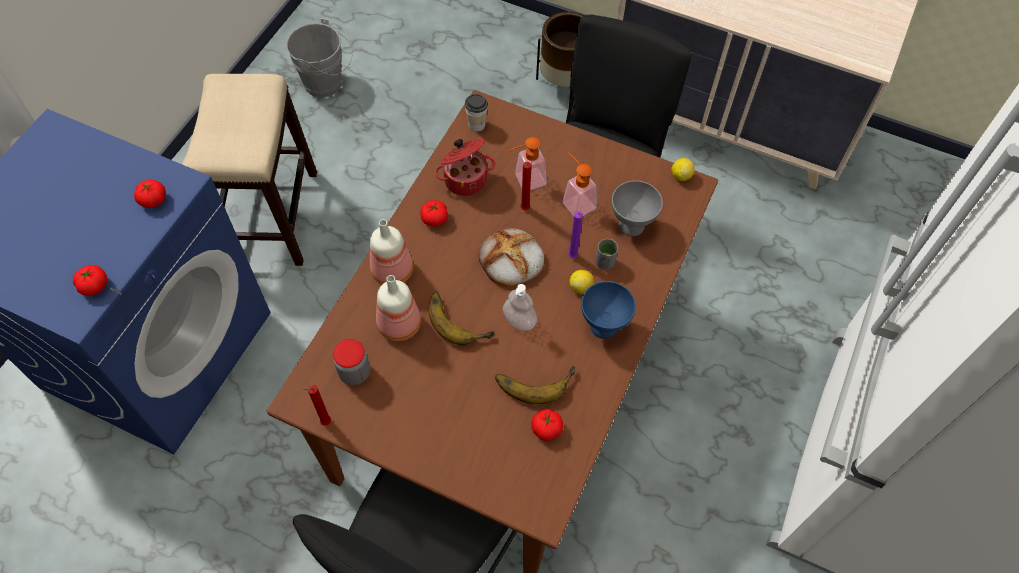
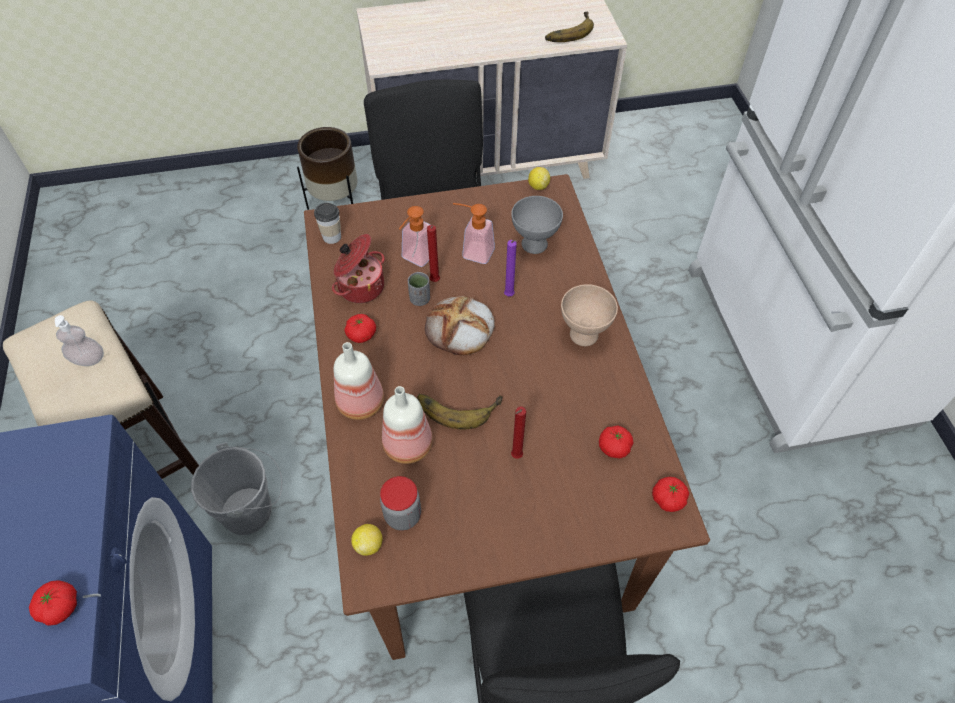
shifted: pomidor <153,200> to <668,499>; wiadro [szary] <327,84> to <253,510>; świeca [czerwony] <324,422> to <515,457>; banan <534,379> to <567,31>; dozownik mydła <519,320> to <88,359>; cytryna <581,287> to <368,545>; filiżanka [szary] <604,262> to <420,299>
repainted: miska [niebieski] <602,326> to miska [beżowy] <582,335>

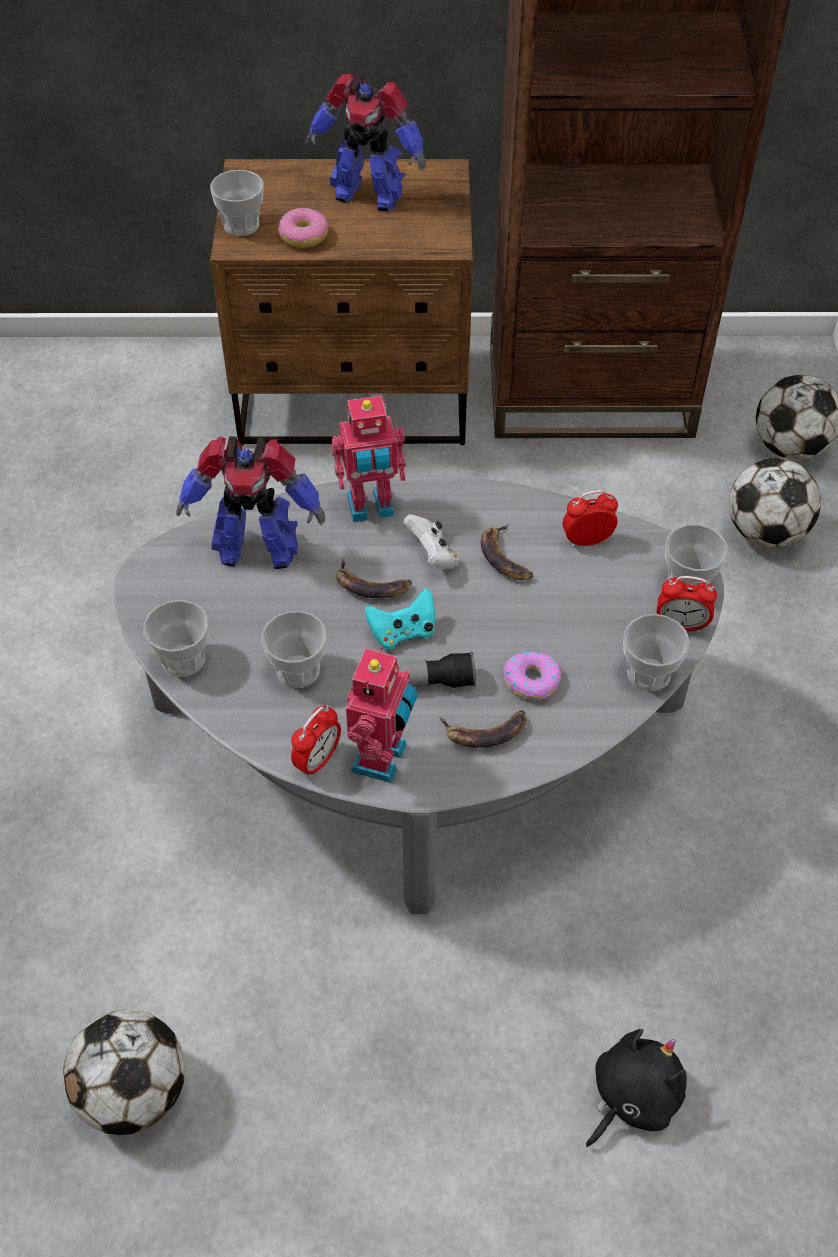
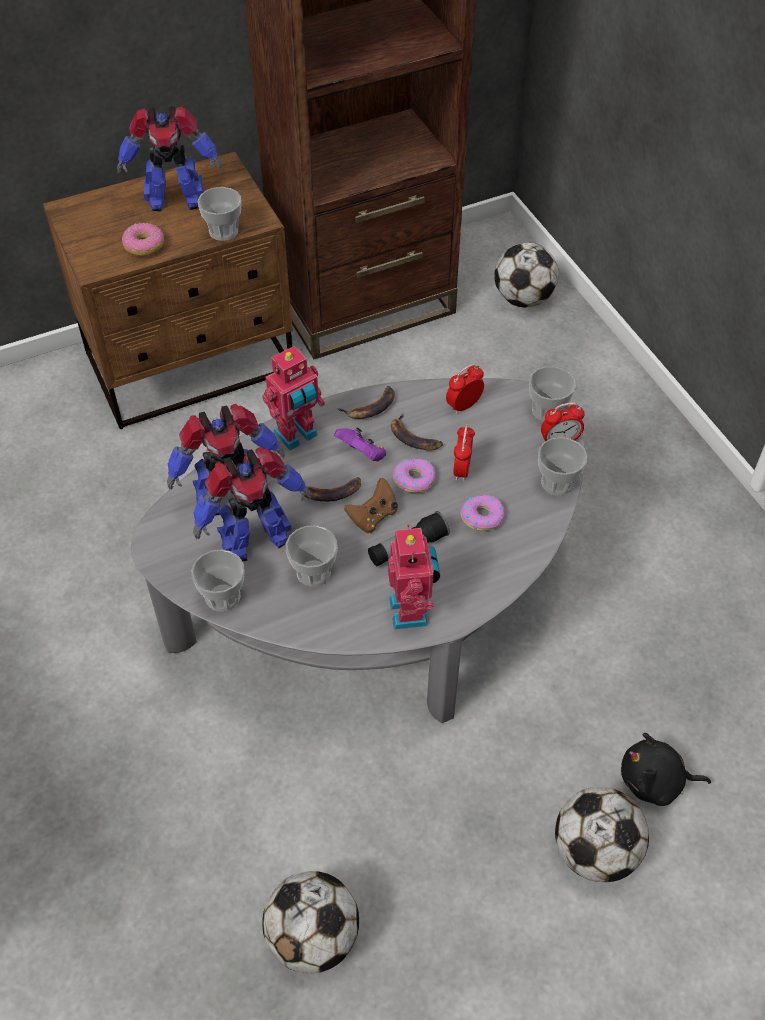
new: robot zabawkowy <254,539>; donut <414,479>
shifted: filiżanka <241,225> to <223,231>; budzik <318,760> to <462,469>; banan <485,731> to <371,407>; piłka futbolowa <765,532> to <595,851>
repainted: pad do gier [turkusowy] <403,632> to pad do gier [brązowy] <373,517>; pad do gier [biały] <433,556> to pad do gier [fioletowy] <362,454>
rotated: pluszak [czarny] <632,1097> = <655,781> 105 degrees counterclockwise

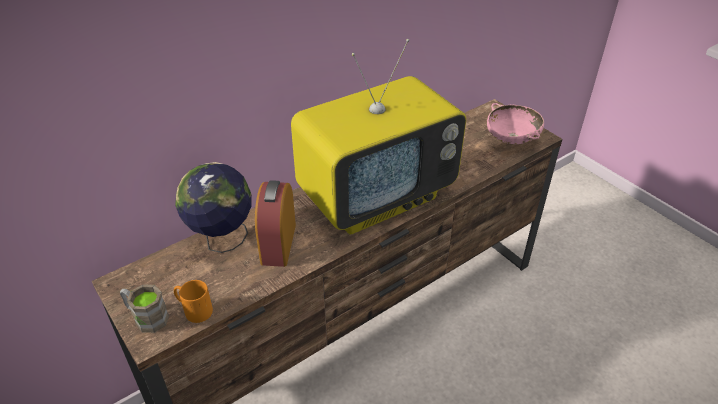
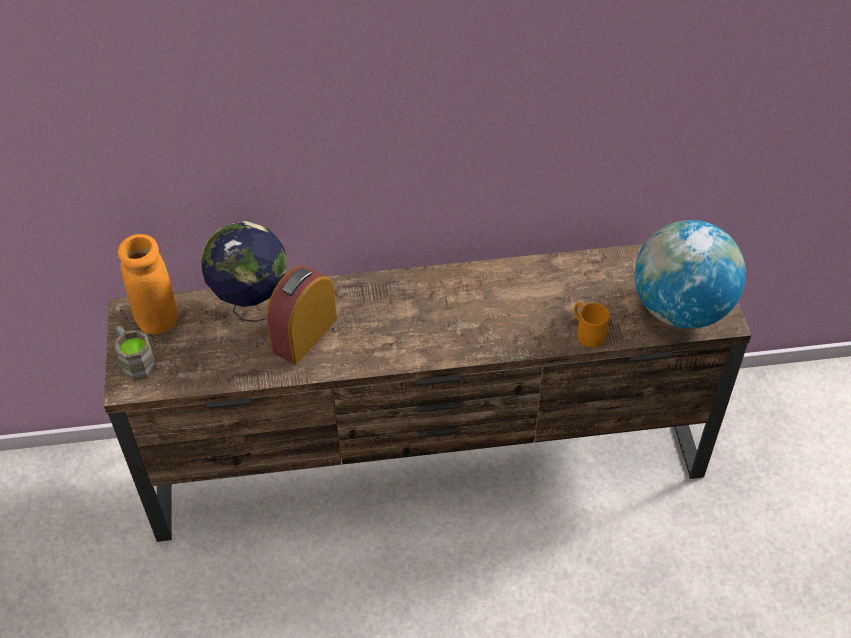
gone: telewizor <376,197>
new: wazon [pomarańczowy] <157,318>
shifted: kubek [pomarańczowy] <193,310> to <586,332>
swapped: miska [różowy] <511,139> to globus <680,308>

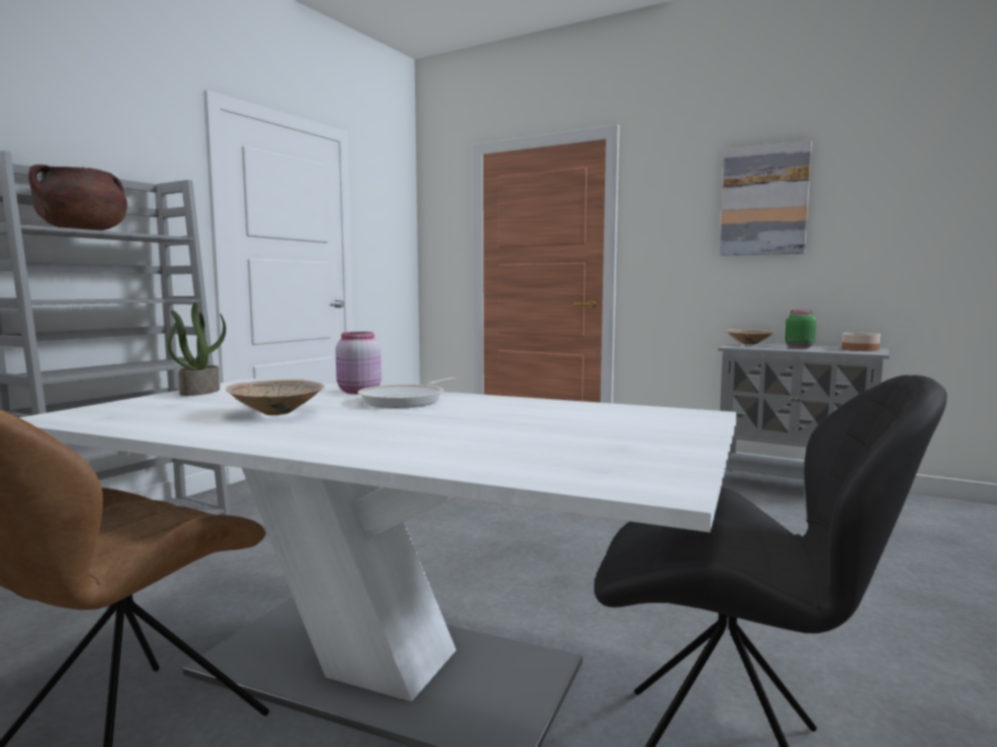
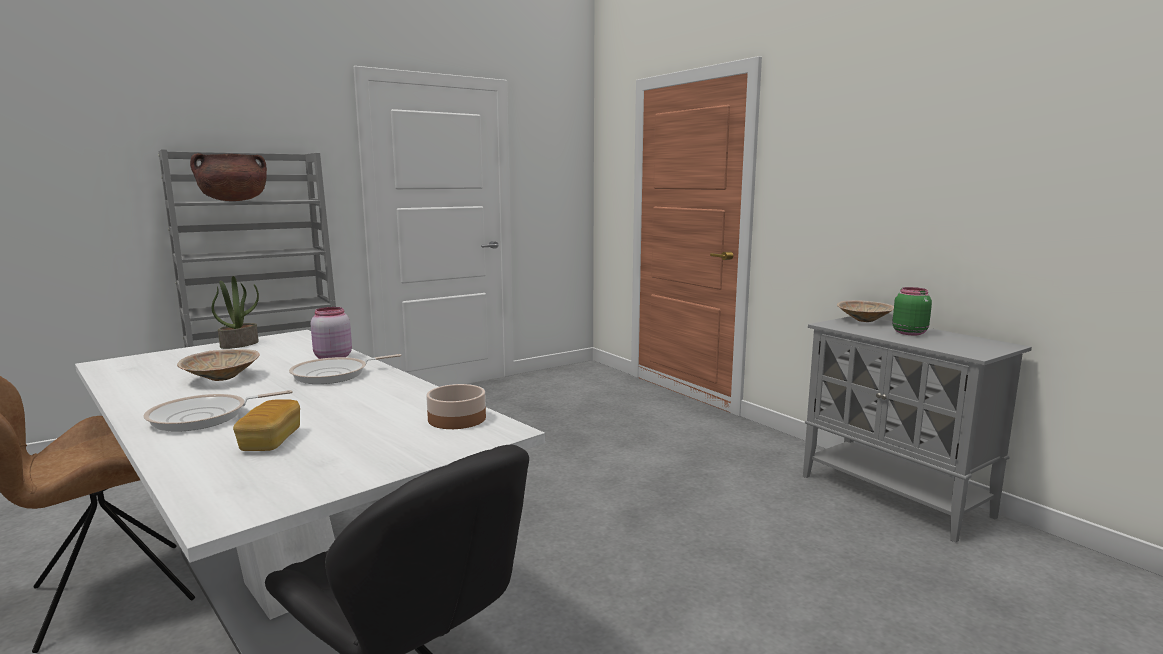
gone: obraz <764,200>
new: patelnia <204,417>; chleb <271,441>
shifted: miska <860,349> to <458,419>

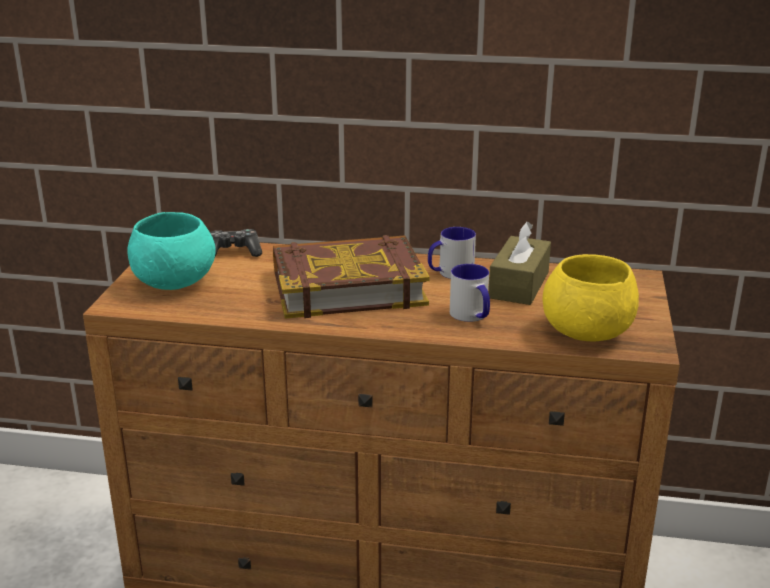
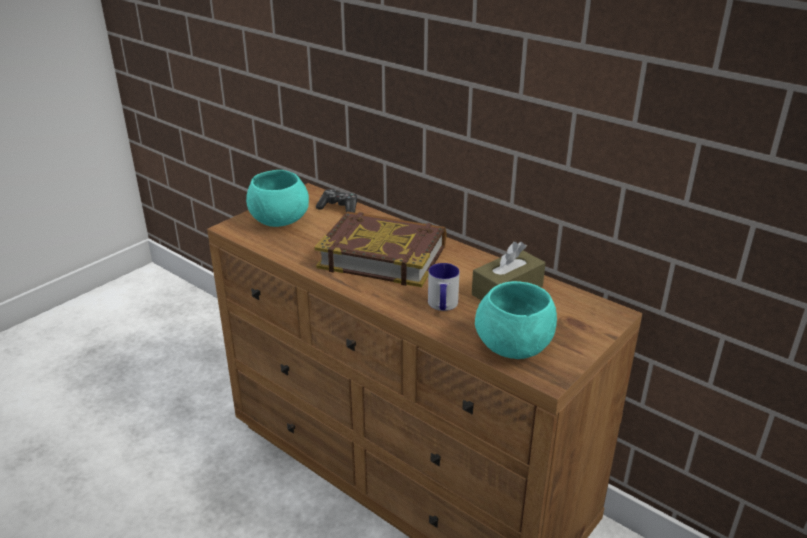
gone: kubek <450,273>
repainted: miska [żółty] <587,333> to miska [turkusowy] <513,348>

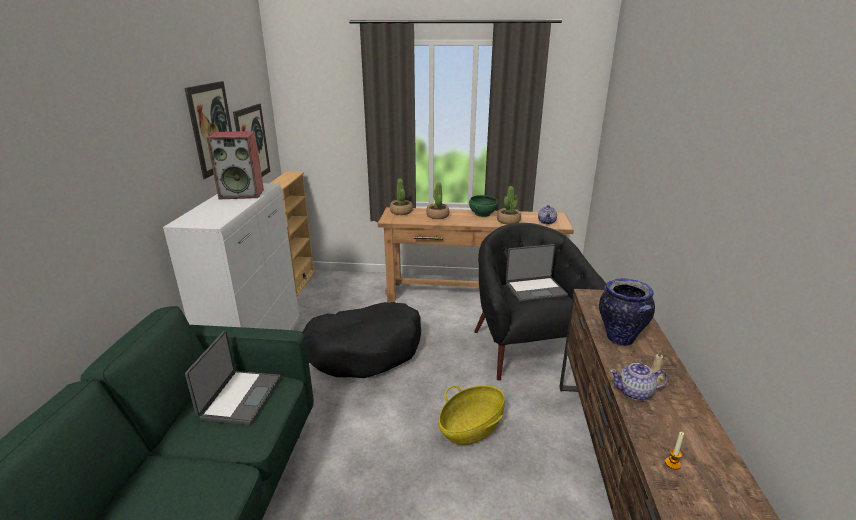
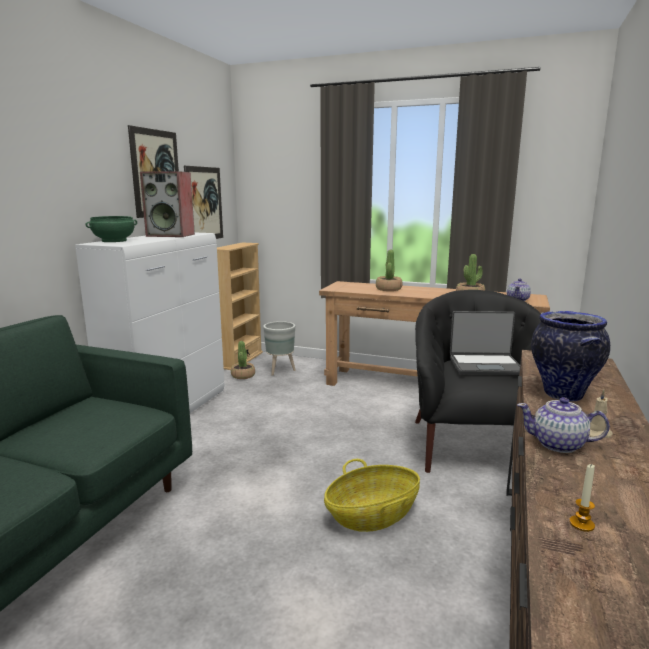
gone: laptop <239,398>; legowisko [czarny] <365,350>
new: donica [szary] <280,370>
shifted: roślina doniczkowa <401,212> to <243,375>; miska [zielony] <482,214> to <114,241>

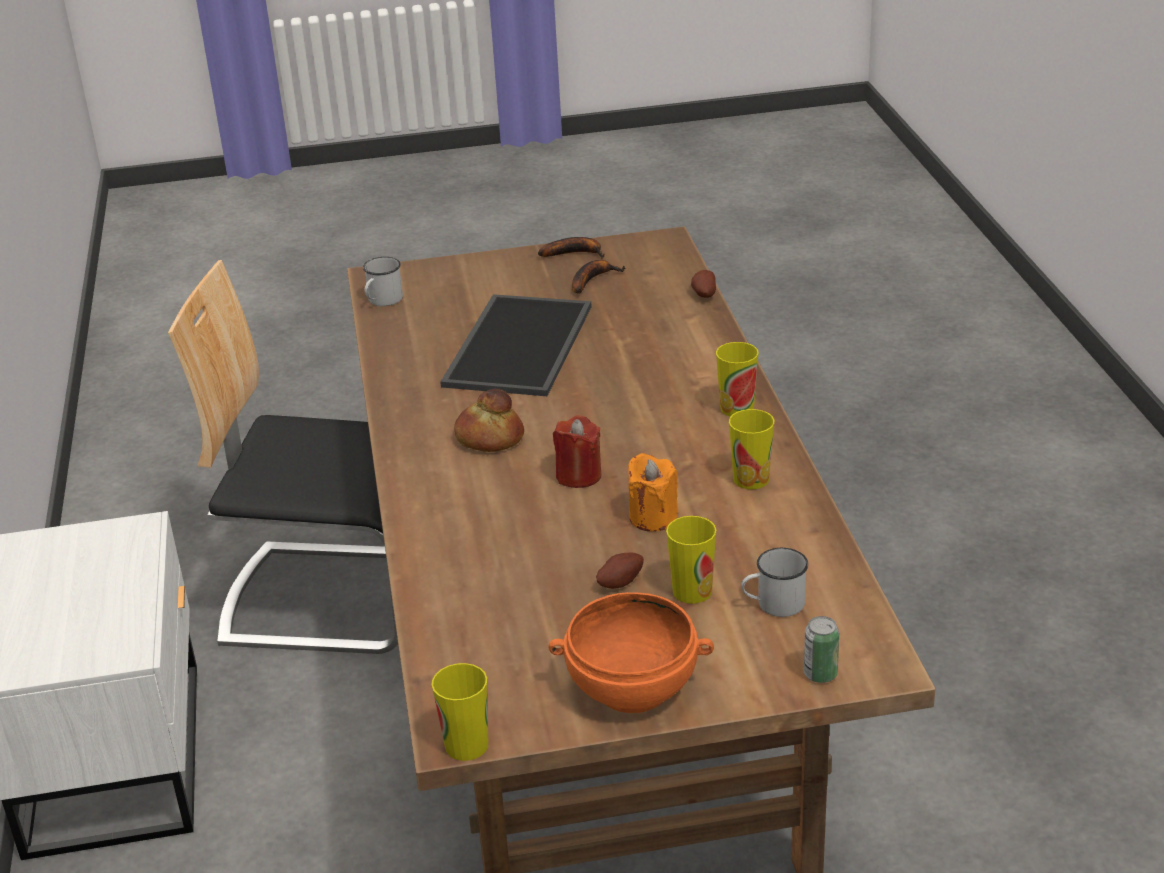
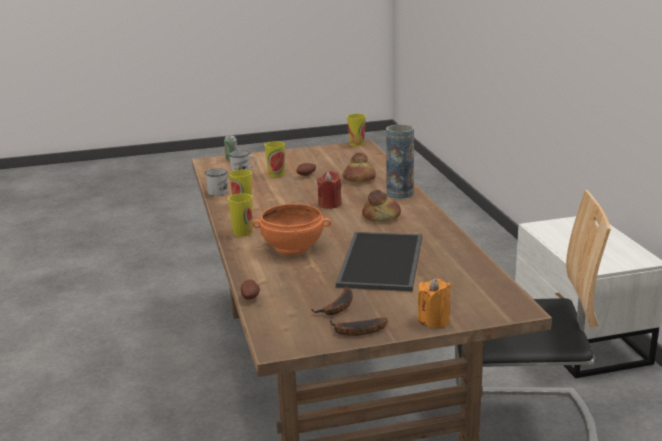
new: chleb <359,179>; wazon <399,193>
shifted: kubek [biały] <382,301> to <219,191>; miska [pomarańczowy] <633,687> to <292,248>; świeca [pomarańczowy] <653,517> to <433,320>

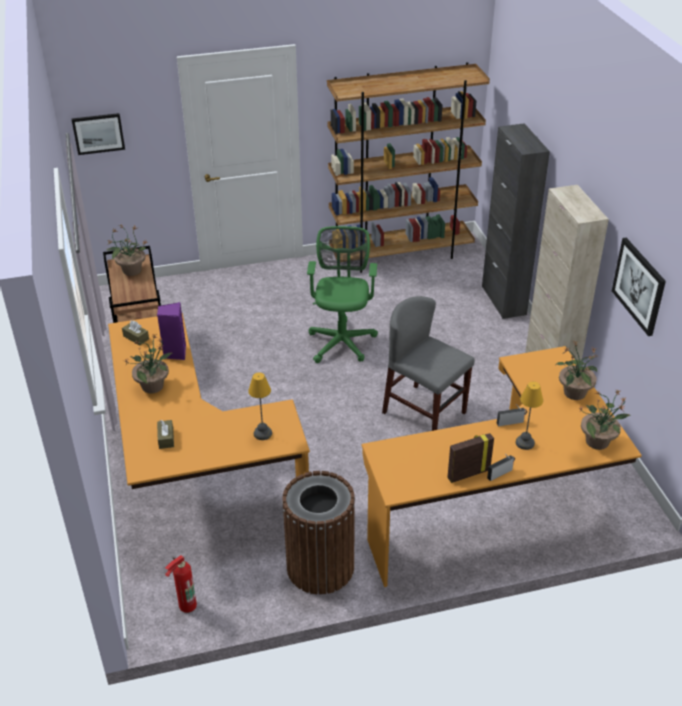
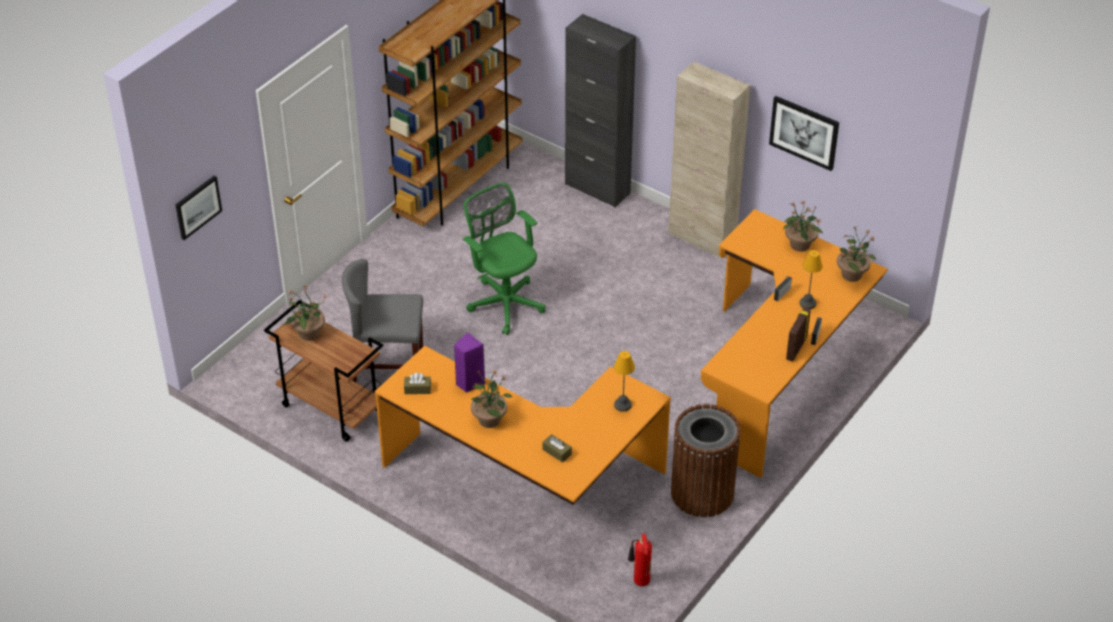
shifted: krzesło [szary] <424,413> to <388,368>

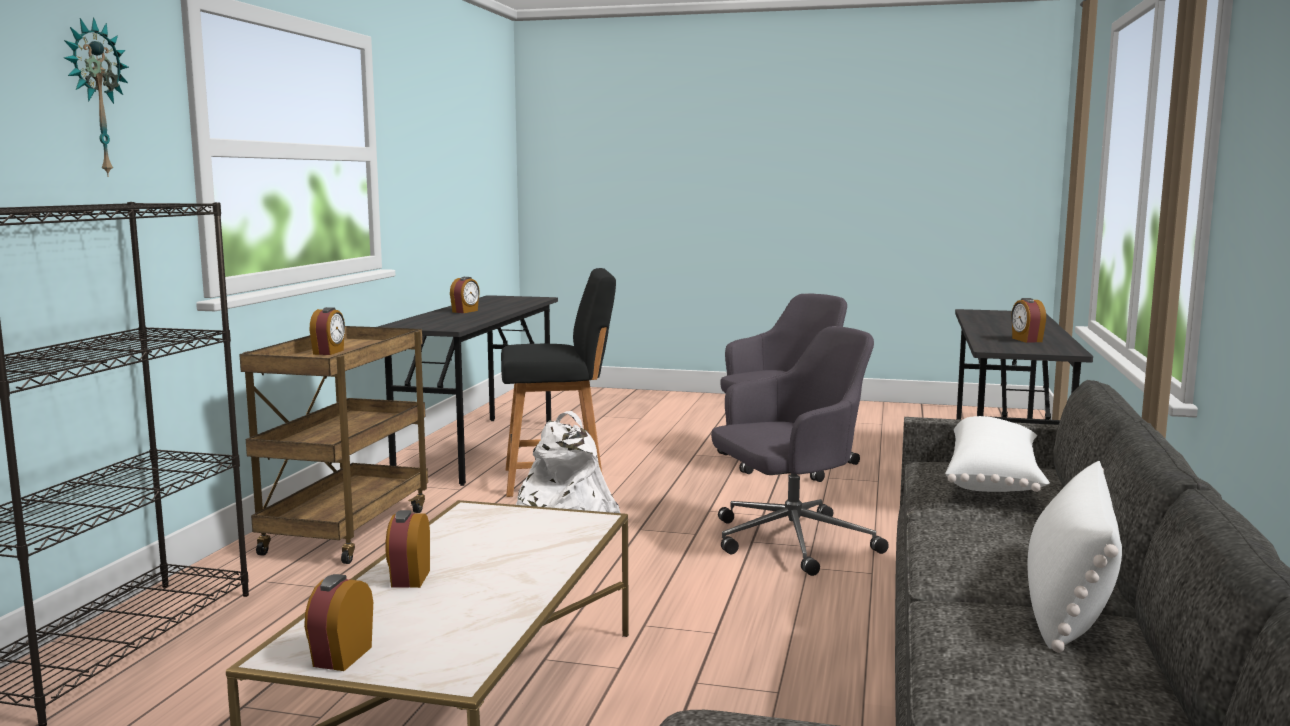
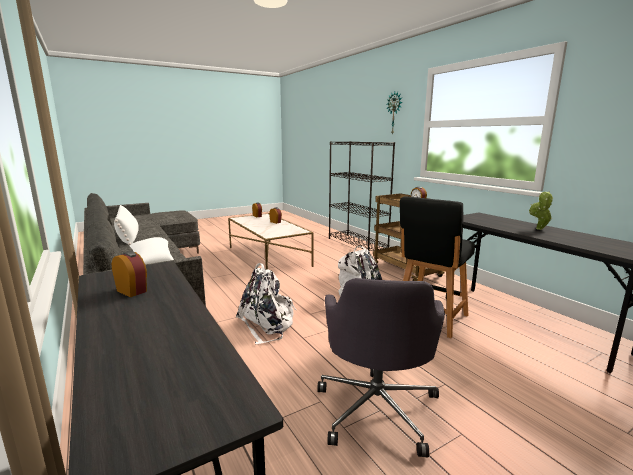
swapped: budzik <465,311> to roślina doniczkowa <539,229>; krzesło biurowe [szary] <789,542> to plecak [biały] <267,325>

